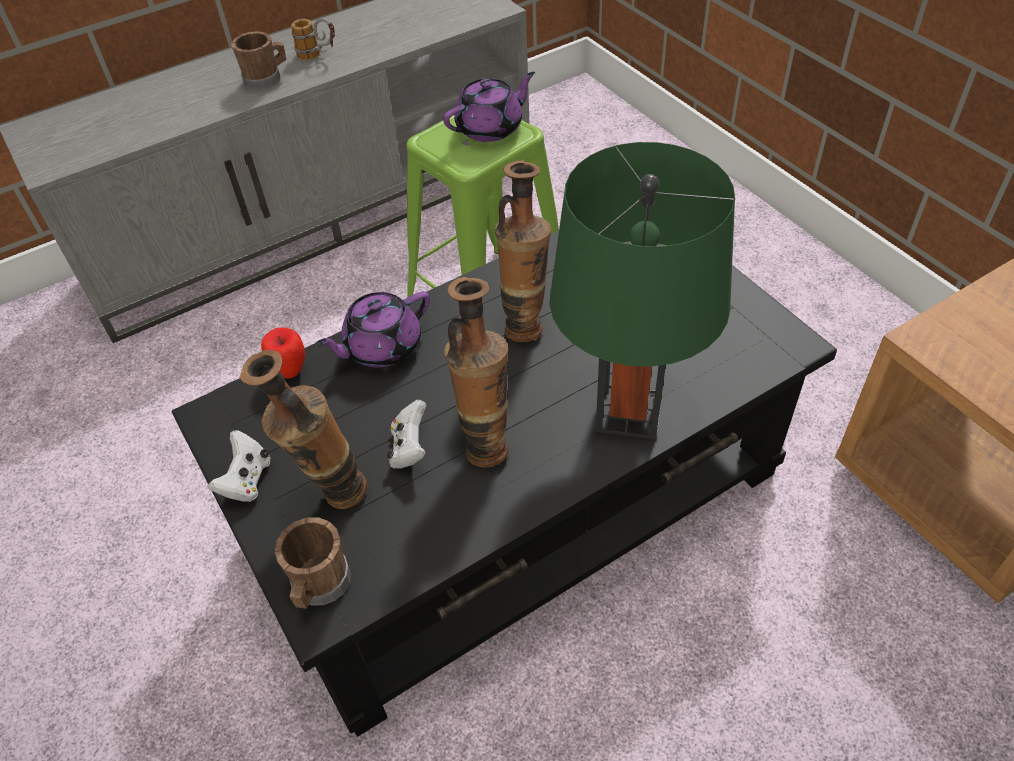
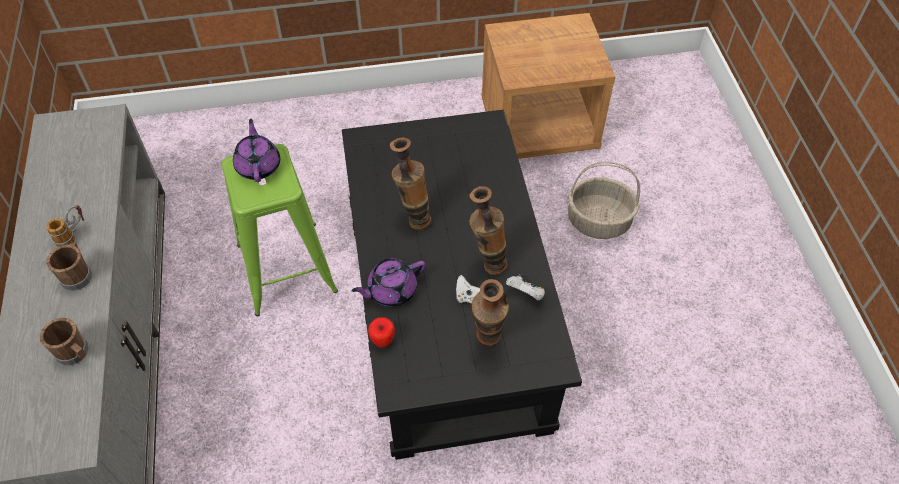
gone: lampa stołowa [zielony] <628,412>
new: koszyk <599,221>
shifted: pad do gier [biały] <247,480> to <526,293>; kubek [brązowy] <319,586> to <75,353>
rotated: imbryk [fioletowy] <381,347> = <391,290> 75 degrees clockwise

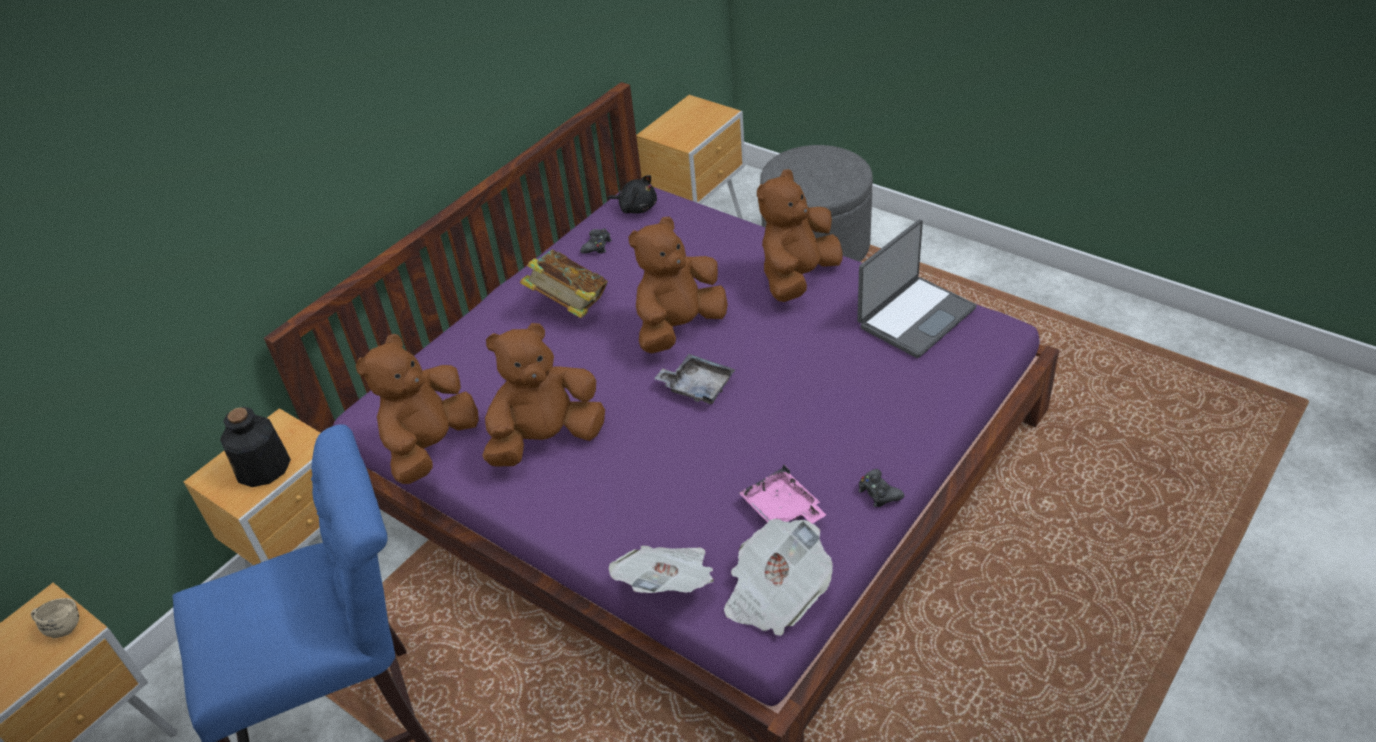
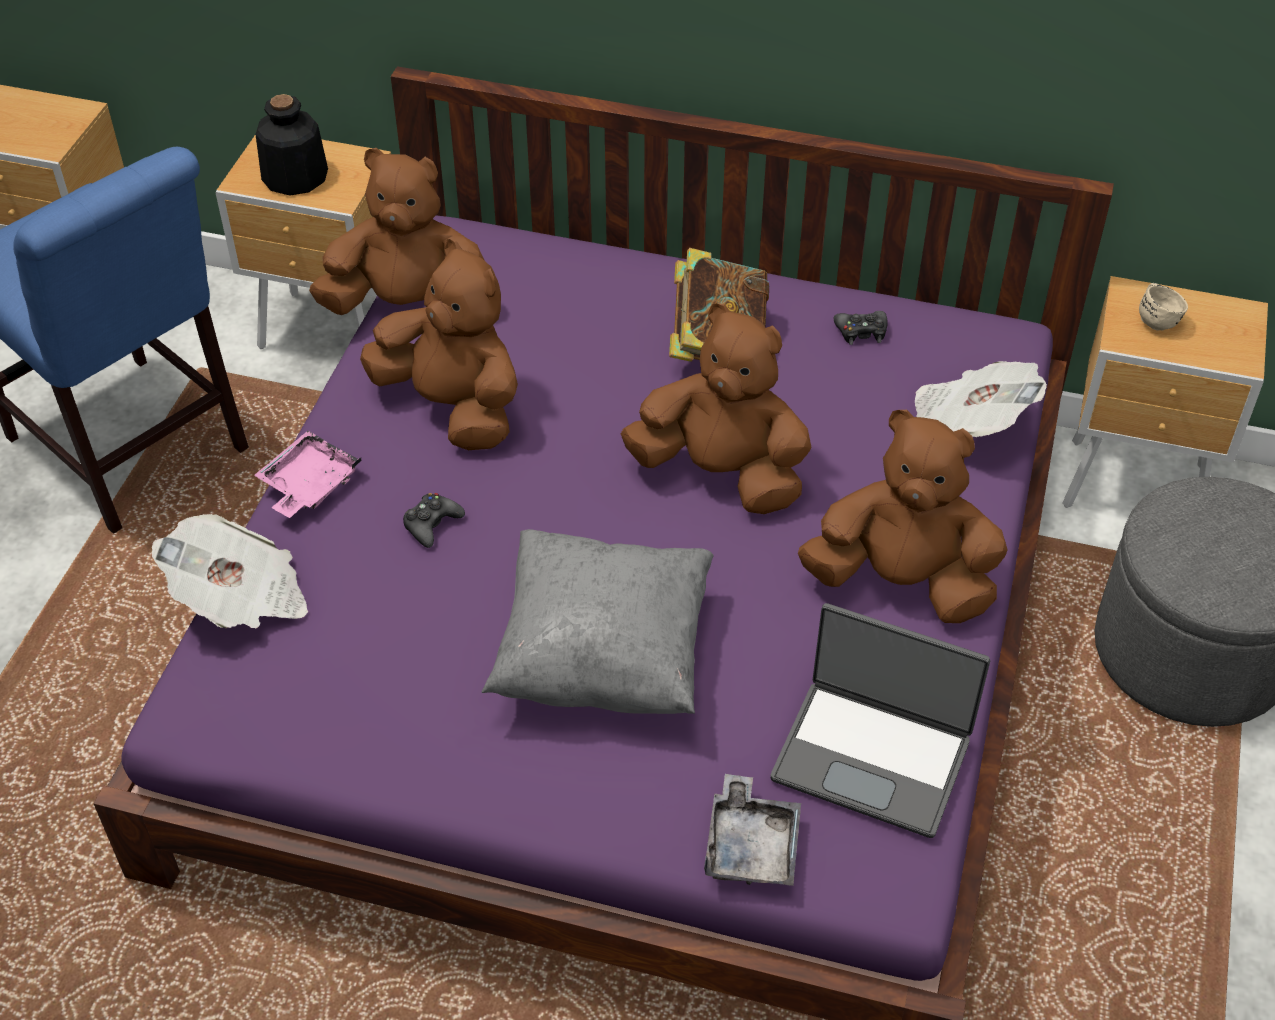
gone: pluszak [czarny] <636,207>
new: poduszka [szary] <603,656>
shifted: kubek [beżowy] <62,626> to <1157,319>; taca [szary] <697,386> to <751,845>; gazeta <775,594> to <969,423>; taca [różowy] <782,509> to <308,485>; pad do gier [czarny] <879,493> to <432,524>

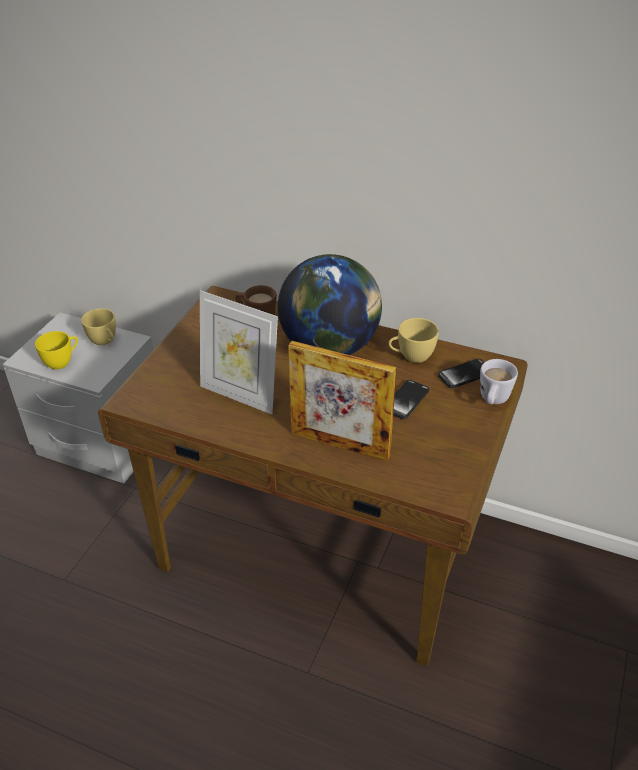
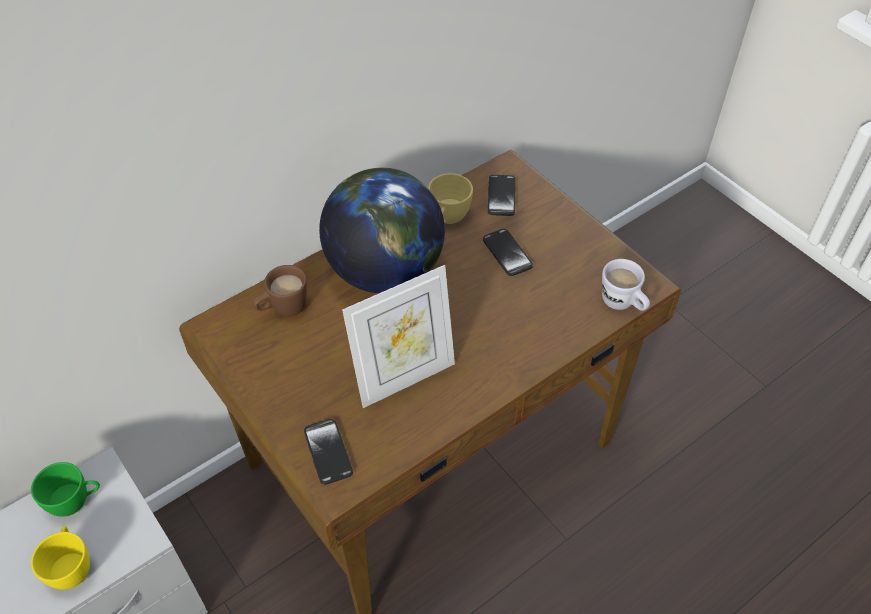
gone: ramka na zdjęcie <340,444>
new: telefon <328,452>
shifted: kubek [biały] <492,401> to <623,304>
repainted: filiżanka [żółty] <105,341> to filiżanka [zielony] <76,502>

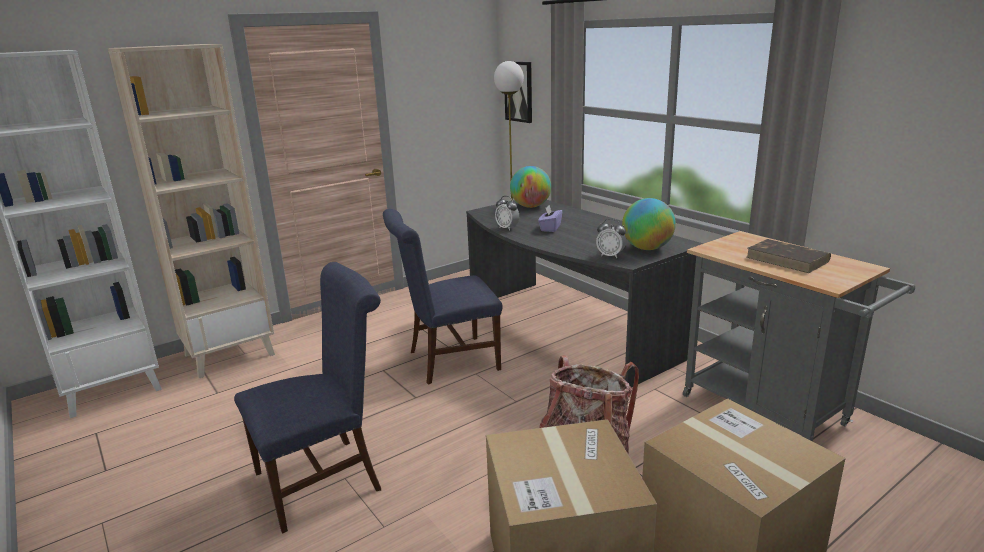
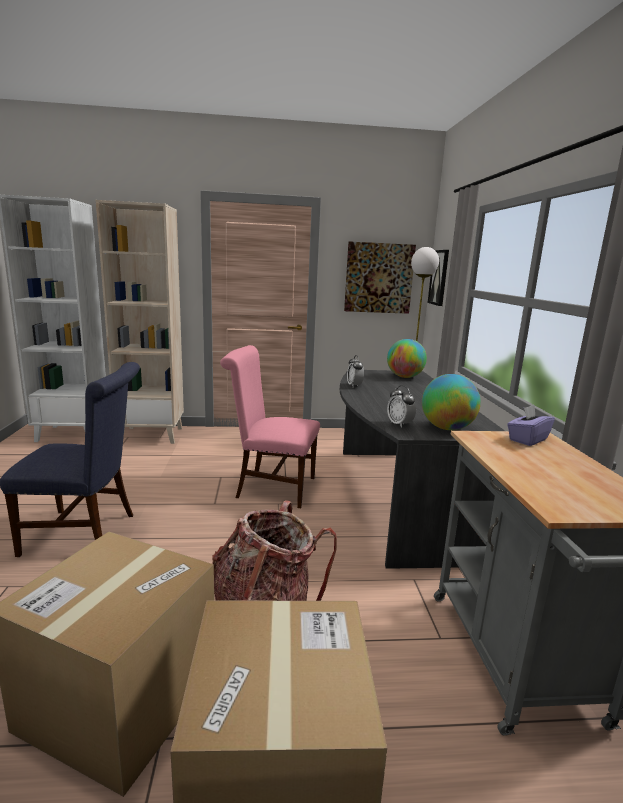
gone: książka [brązowy] <788,259>
new: obraz <378,278>
shifted: pudełko chusteczek [fioletowy] <550,228> to <527,439>
repainted: krzesło [niebieski] <447,361> to krzesło [różowy] <270,487>

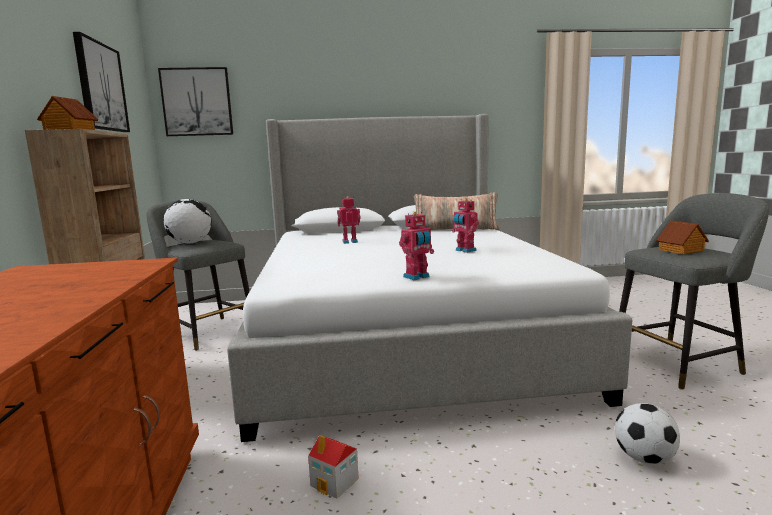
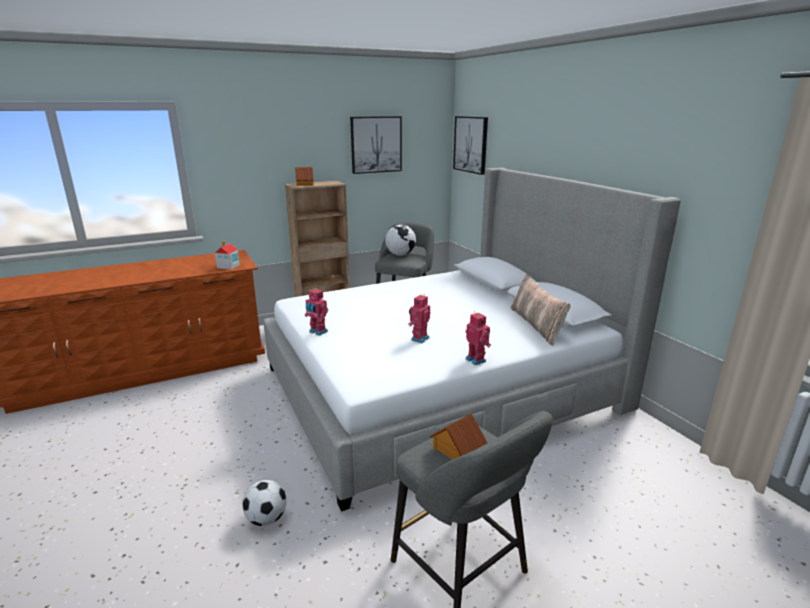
shifted: domek <335,482> to <228,266>; robot zabawkowy <349,242> to <476,360>

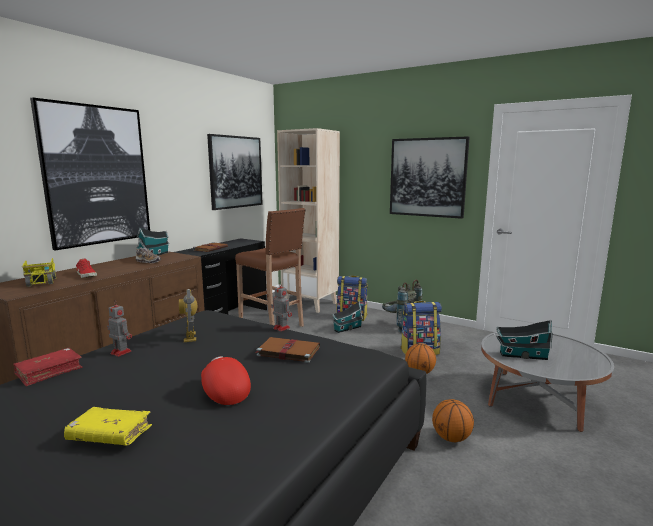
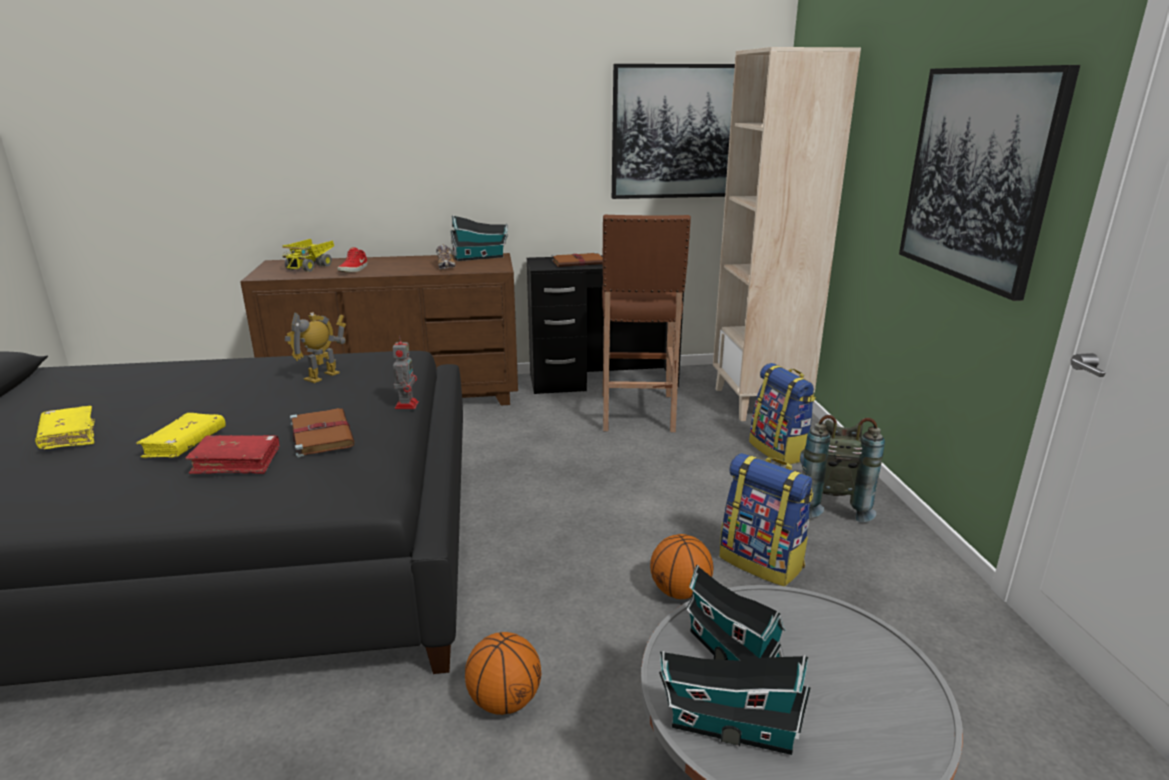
gone: obraz <96,175>; robot zabawkowy <120,352>
shifted: książka [czerwony] <49,372> to <237,462>; domek <346,329> to <727,727>
swapped: czapka z daszkiem [czerwony] <224,391> to książka [żółty] <185,444>

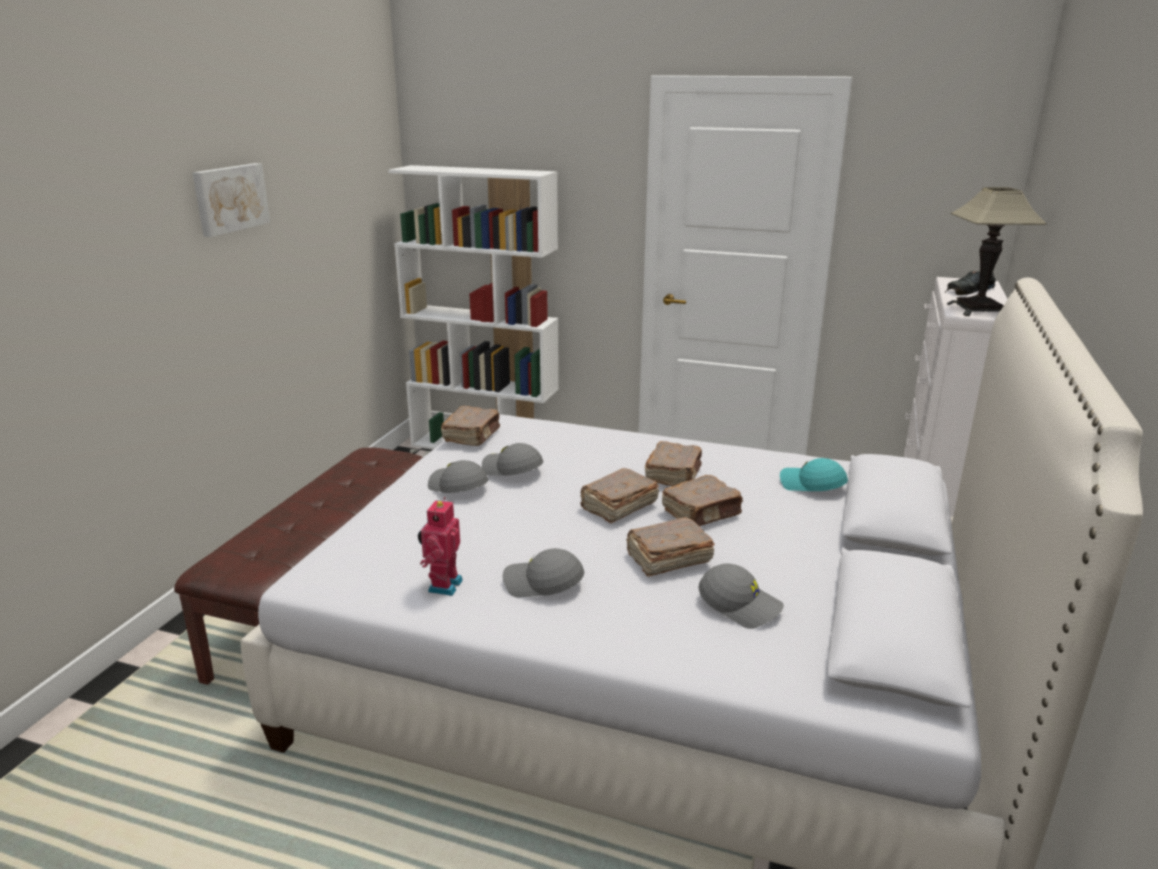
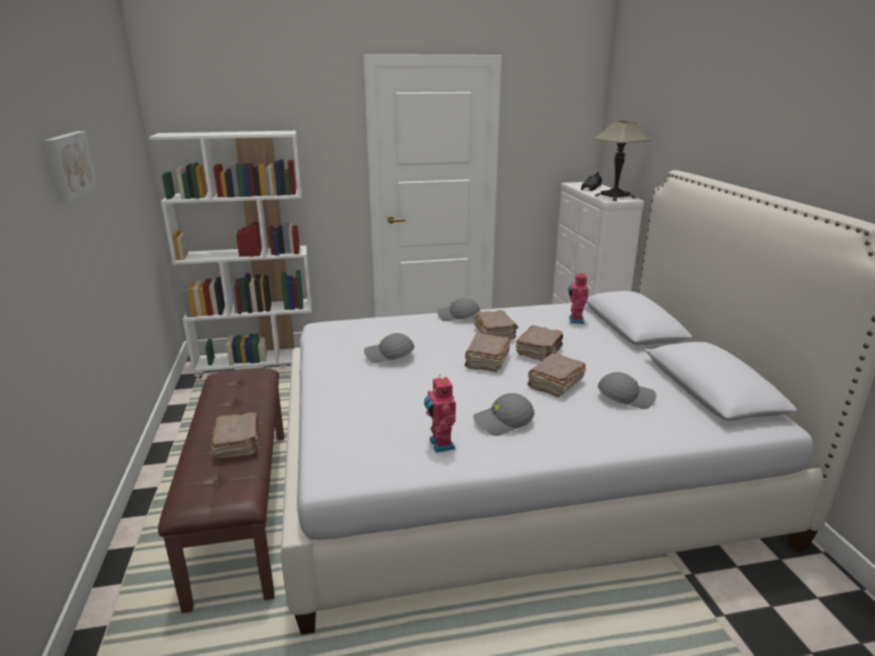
shifted: czapka z daszkiem [szary] <457,487> to <457,316>; książka [brązowy] <472,436> to <238,444>
swapped: czapka z daszkiem [turkusowy] <811,485> to robot zabawkowy <575,320>

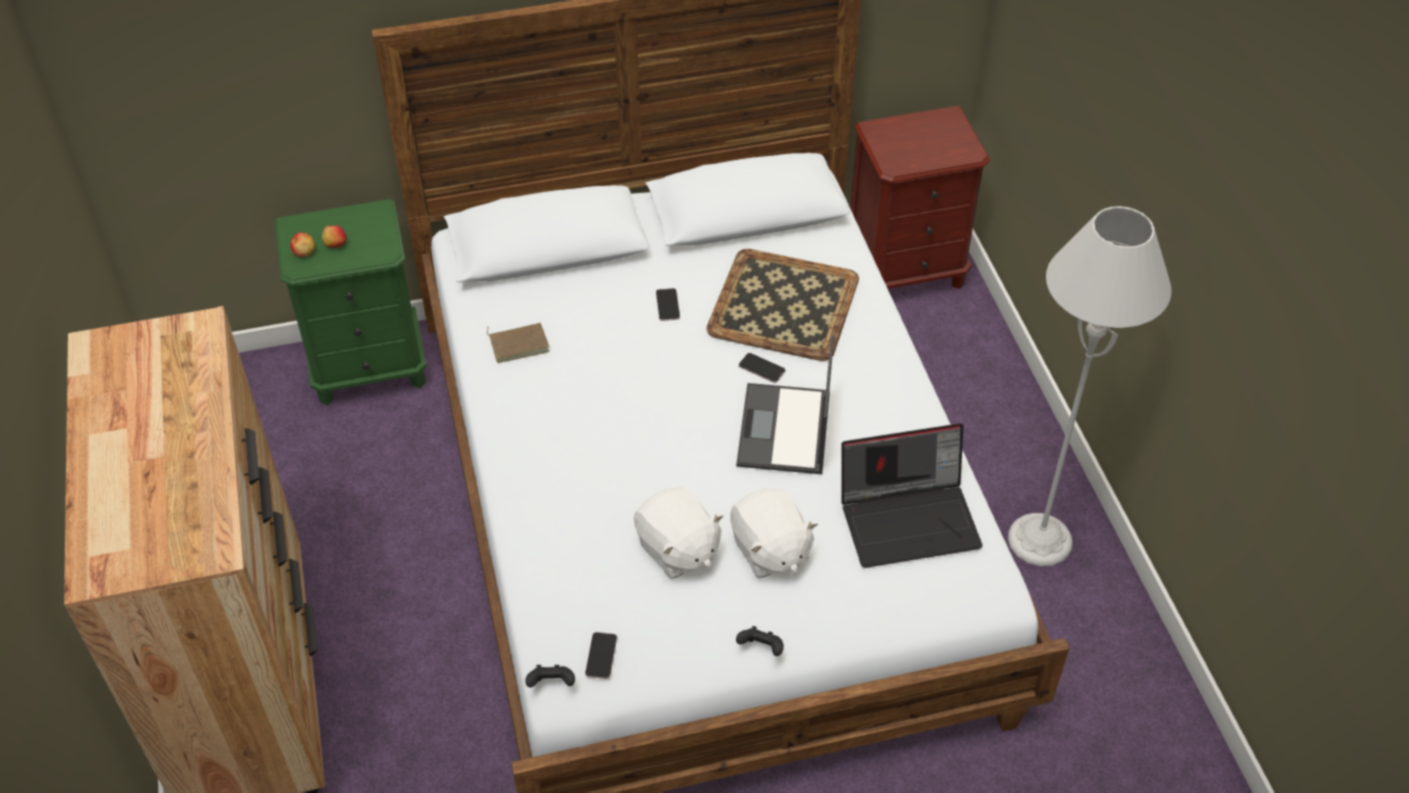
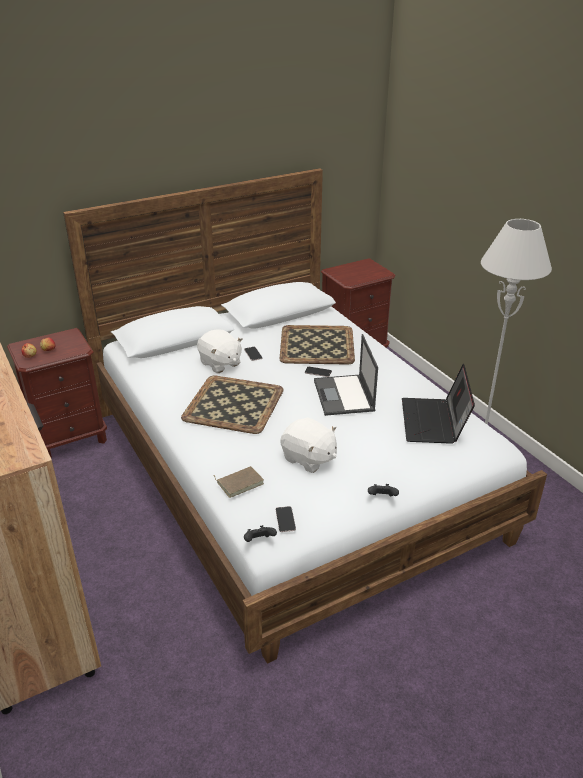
new: taca <234,405>
shifted: książka [brązowy] <519,343> to <239,482>; pluszak [biały] <770,550> to <220,363>
repainted: szafka nocna [zielony] <369,367> to szafka nocna [brązowy] <70,438>
rotated: laptop <910,518> = <434,422> 120 degrees clockwise

